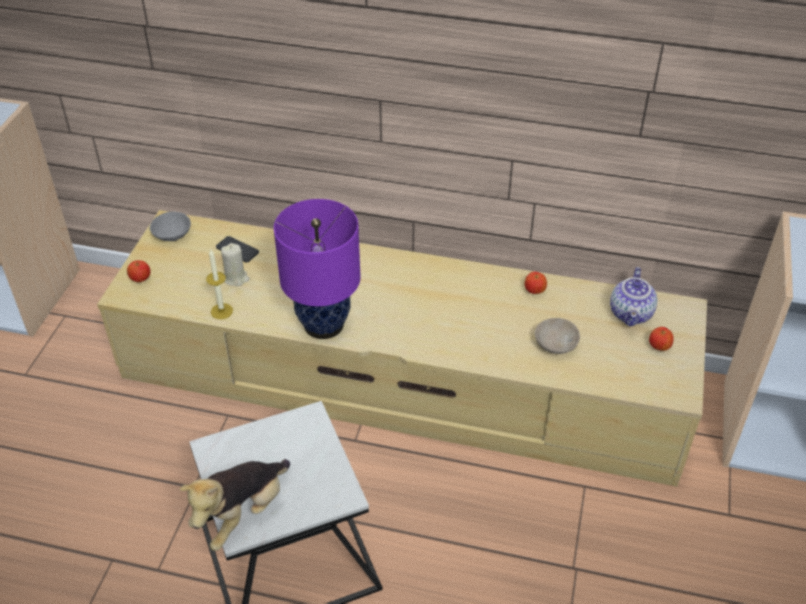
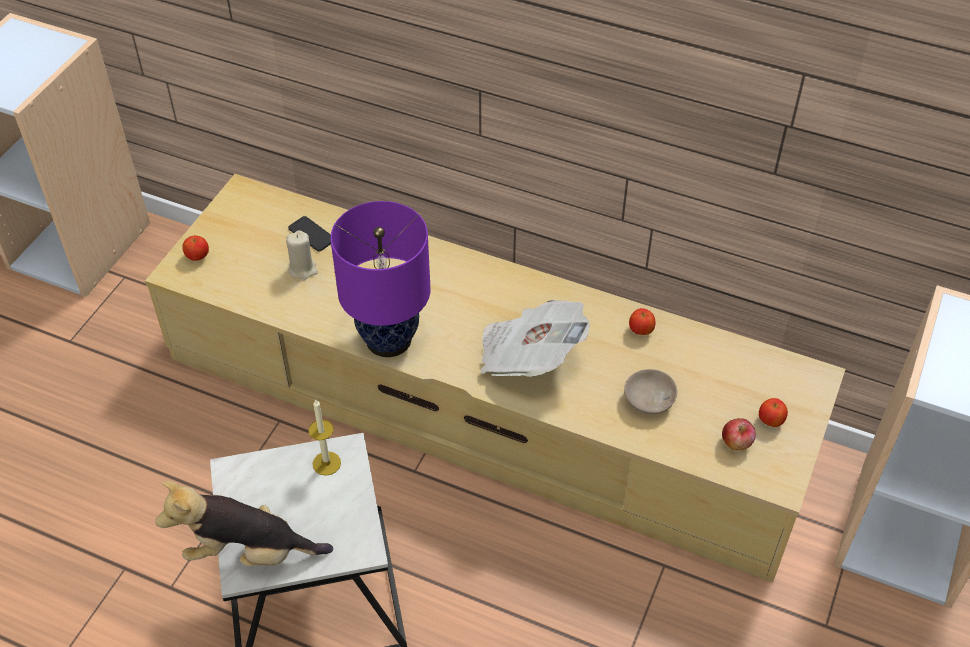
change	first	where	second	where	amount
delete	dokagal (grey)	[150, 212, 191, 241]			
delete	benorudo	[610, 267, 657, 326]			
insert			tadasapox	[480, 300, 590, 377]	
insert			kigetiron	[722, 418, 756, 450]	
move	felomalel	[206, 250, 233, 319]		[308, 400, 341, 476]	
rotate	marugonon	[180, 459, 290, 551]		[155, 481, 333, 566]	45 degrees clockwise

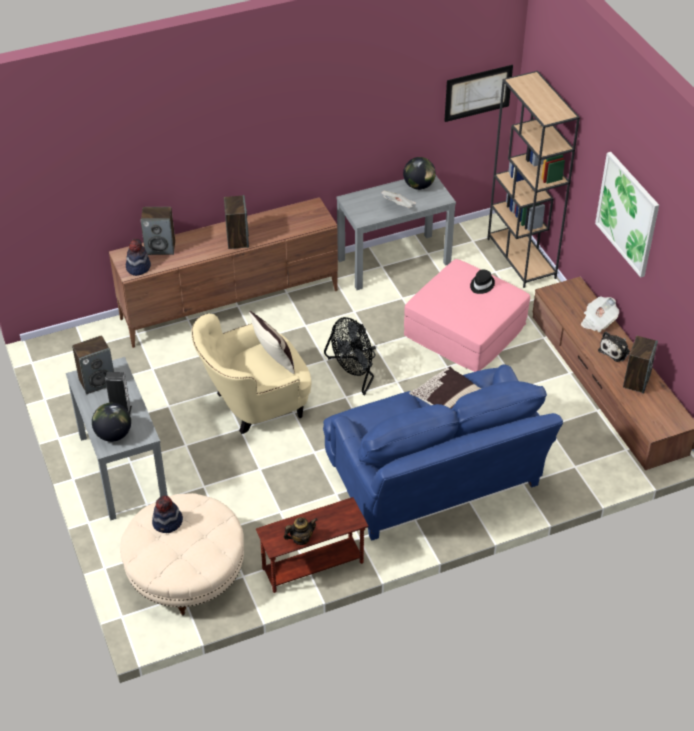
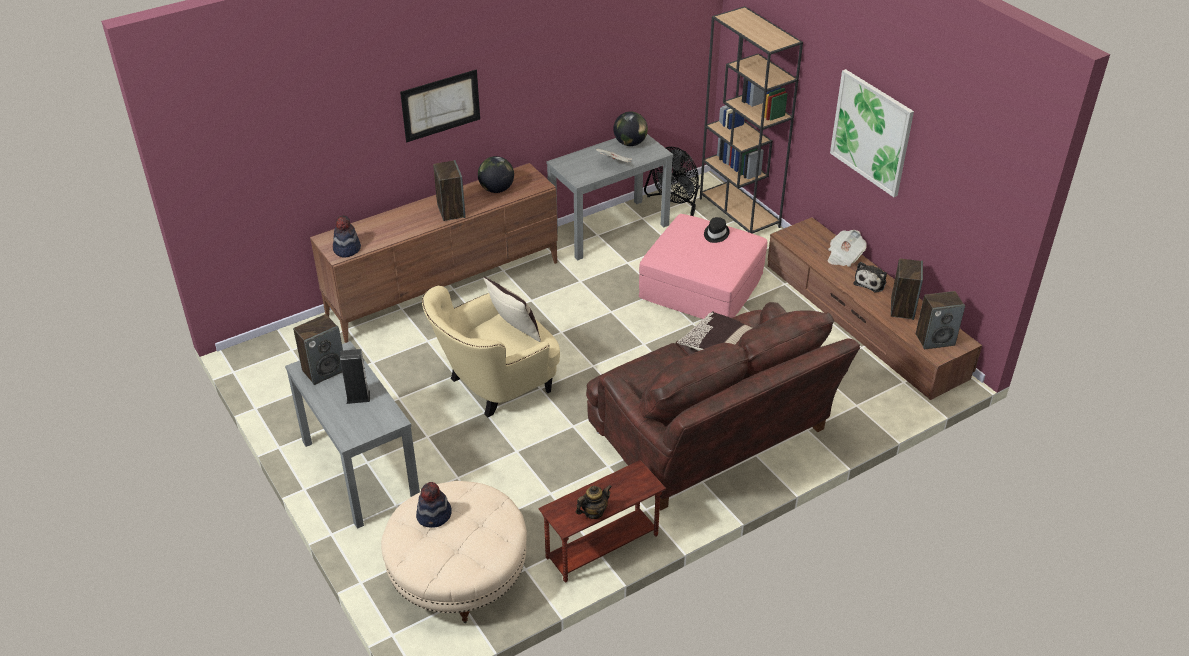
change	first	where	second	where	amount
move	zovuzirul	[92, 403, 131, 442]		[478, 156, 514, 193]	
move	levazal	[141, 207, 175, 255]		[916, 291, 965, 349]	
move	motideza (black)	[324, 317, 376, 395]		[644, 147, 700, 216]	
move	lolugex	[444, 65, 513, 122]		[400, 70, 480, 142]	
recolor	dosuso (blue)	[323, 365, 563, 541]	dosuso (brown)	[586, 302, 860, 510]	

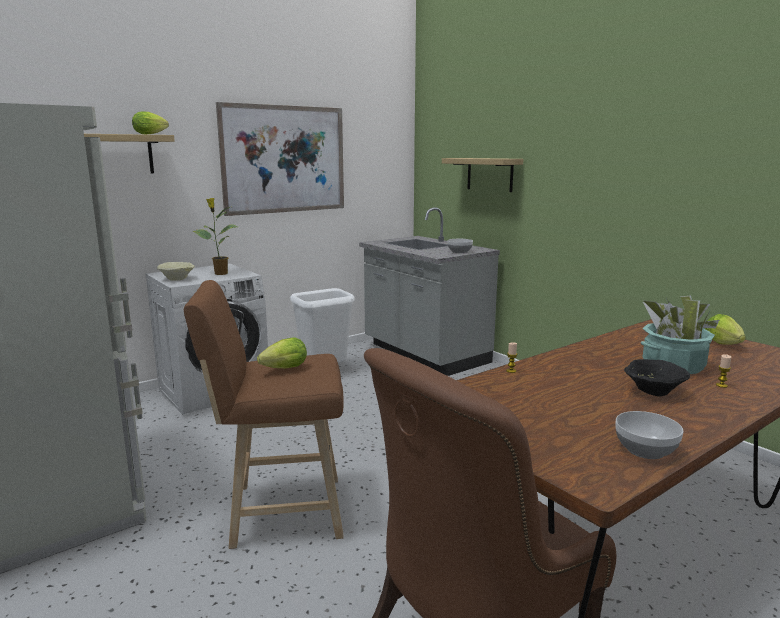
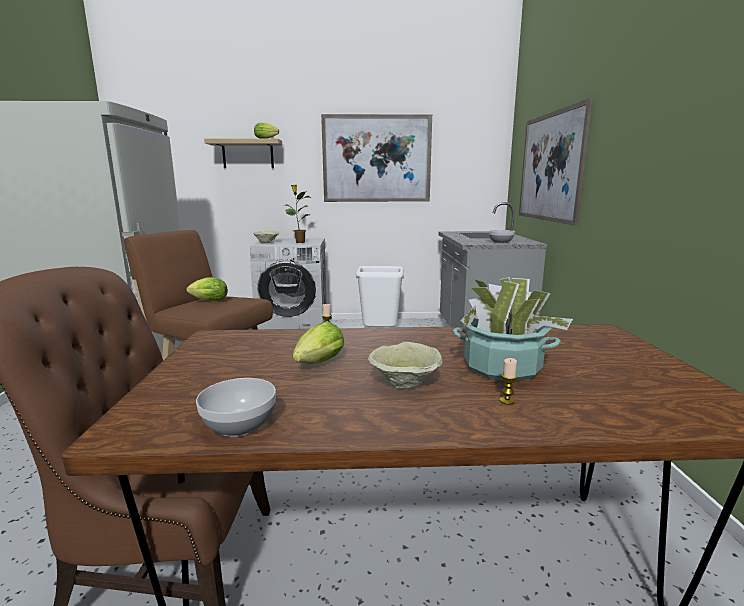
change	first	where	second	where	amount
move	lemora	[705, 314, 746, 344]		[293, 321, 344, 364]	
replace	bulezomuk	[442, 158, 523, 192]	lolugex	[519, 98, 593, 226]	
recolor	dokagal (black)	[624, 359, 690, 397]	dokagal (beige)	[368, 342, 442, 389]	

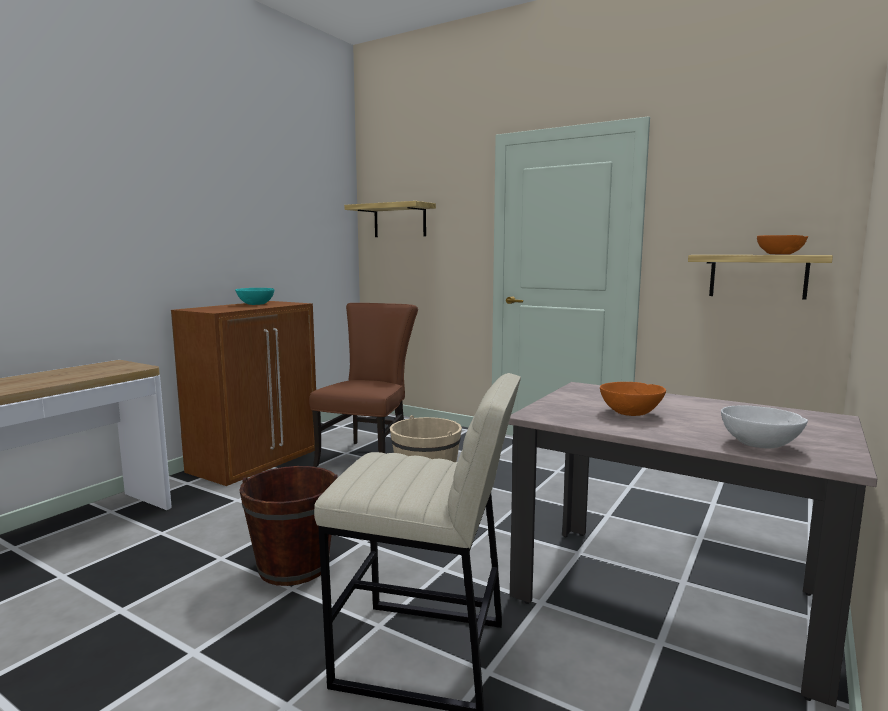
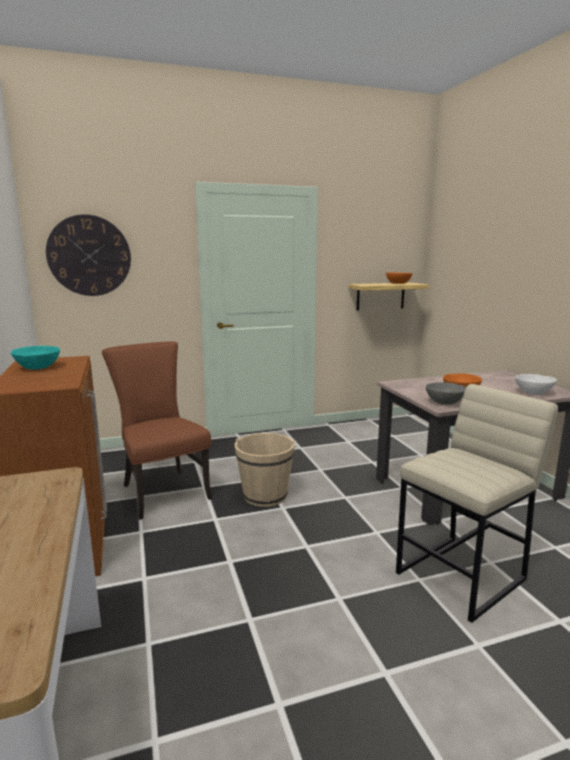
change	first	where	second	where	amount
delete	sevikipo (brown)	[239, 466, 338, 586]			
insert			dokagal (grey)	[426, 382, 466, 405]	
replace	bulezomuk	[344, 201, 436, 237]	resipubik	[46, 214, 131, 296]	

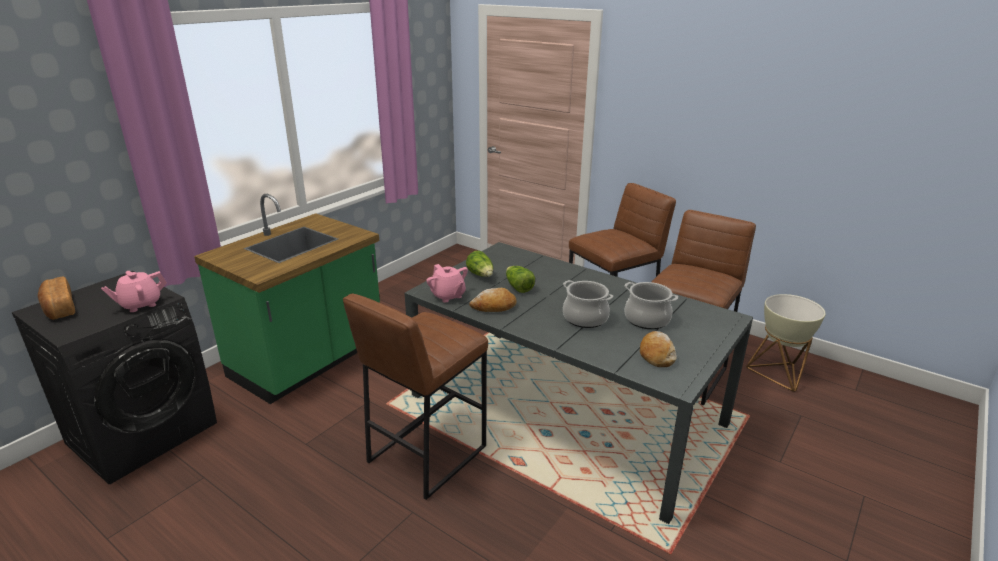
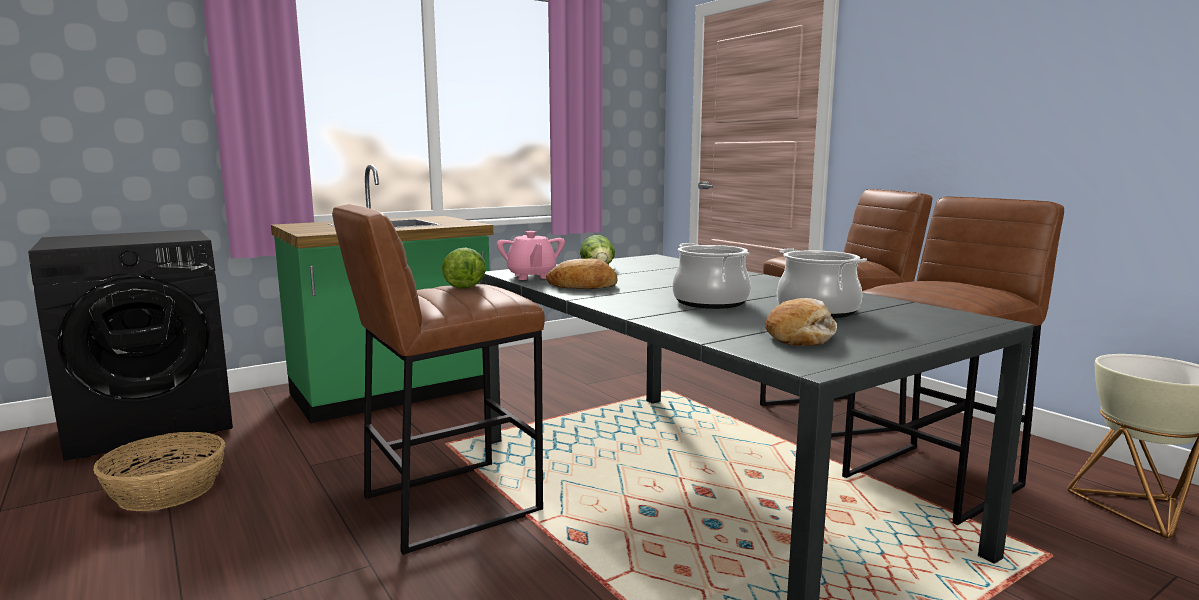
change	first	where	second	where	amount
delete	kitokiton	[38, 276, 75, 320]			
delete	benorudo (pink)	[101, 271, 167, 312]			
insert			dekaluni	[93, 432, 225, 511]	
move	lemora	[506, 266, 535, 293]		[442, 247, 486, 289]	

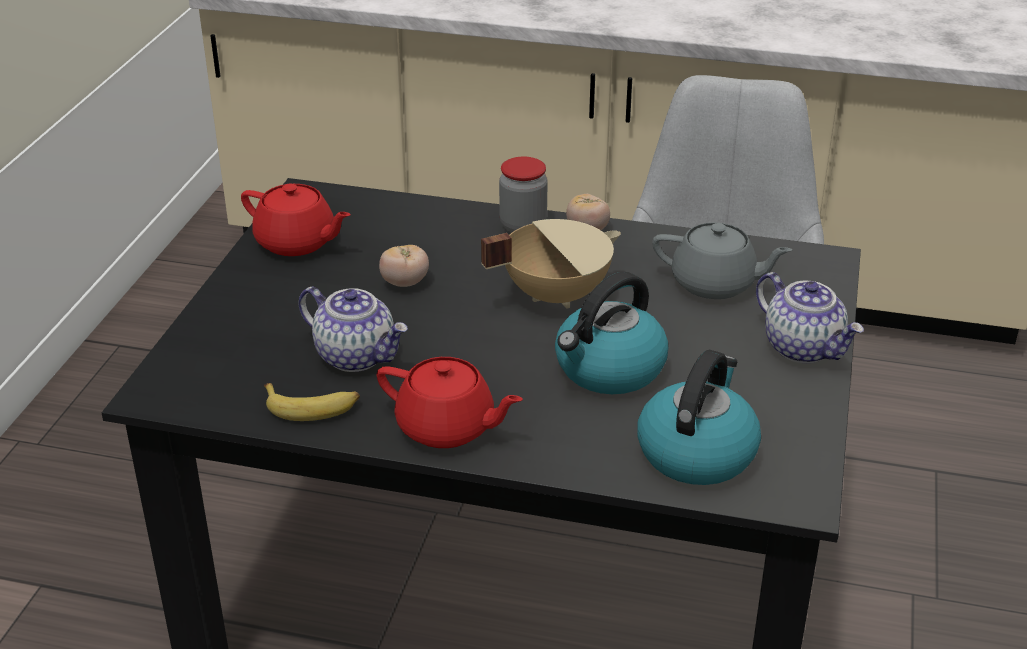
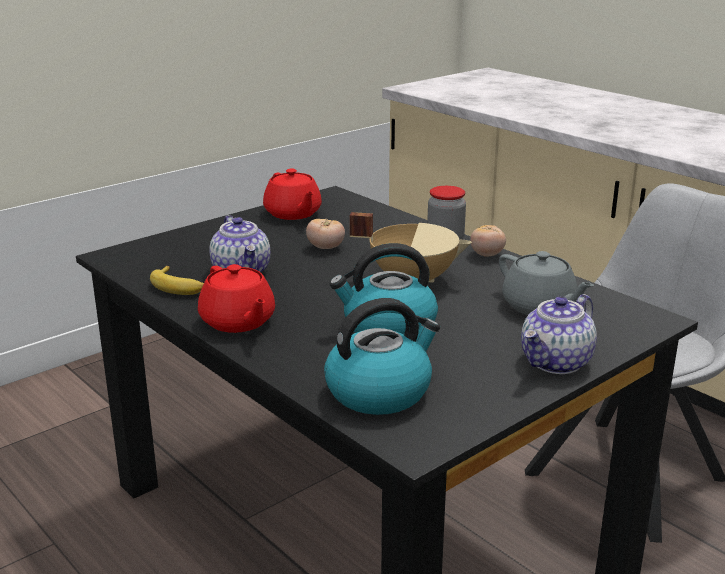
change	first	where	second	where	amount
rotate	benorudo	[756, 272, 864, 363]		[521, 294, 597, 374]	45 degrees clockwise

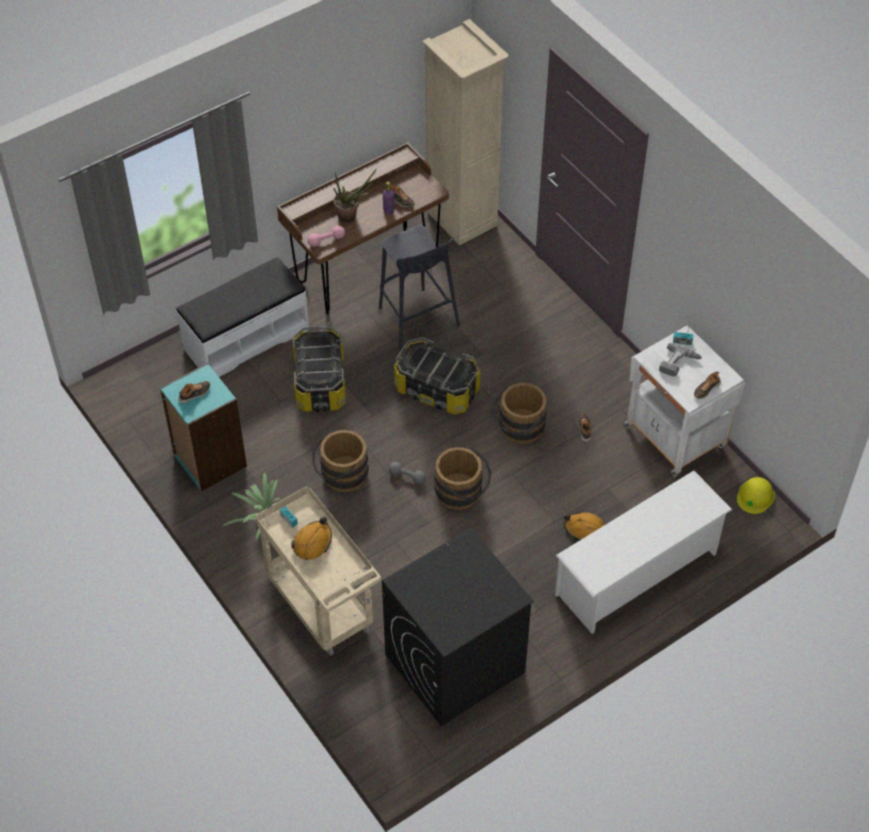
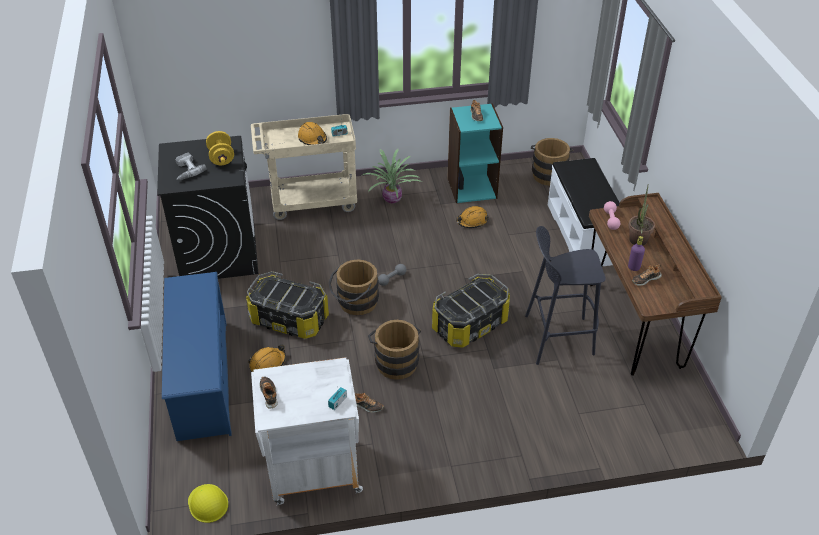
change	first	where	second	where	amount
delete	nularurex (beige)	[422, 19, 509, 245]			
insert			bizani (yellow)	[206, 131, 234, 165]	
insert			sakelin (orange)	[456, 206, 489, 228]	
move	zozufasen	[293, 326, 346, 412]		[246, 271, 329, 339]	
move	sevikipo (brown)	[312, 430, 369, 492]		[531, 138, 573, 186]	
move	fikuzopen	[659, 343, 702, 377]		[176, 153, 207, 180]	
recolor	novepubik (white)	[555, 471, 732, 634]	novepubik (blue)	[162, 272, 232, 441]	

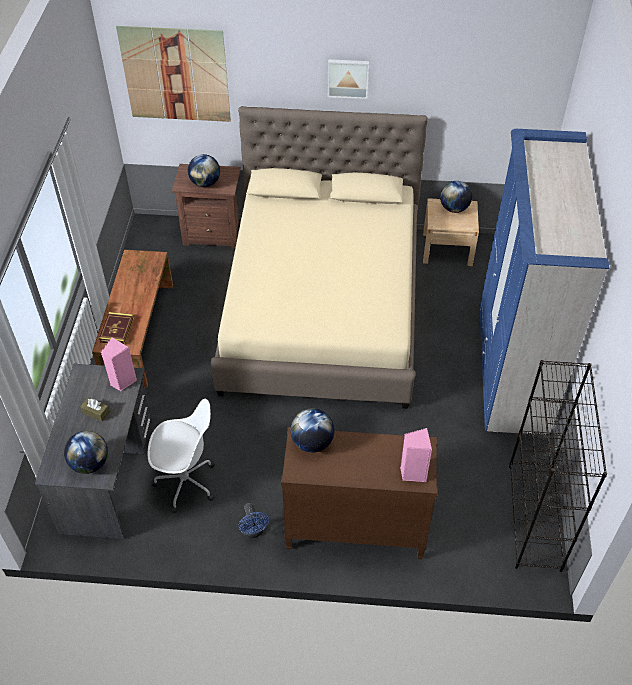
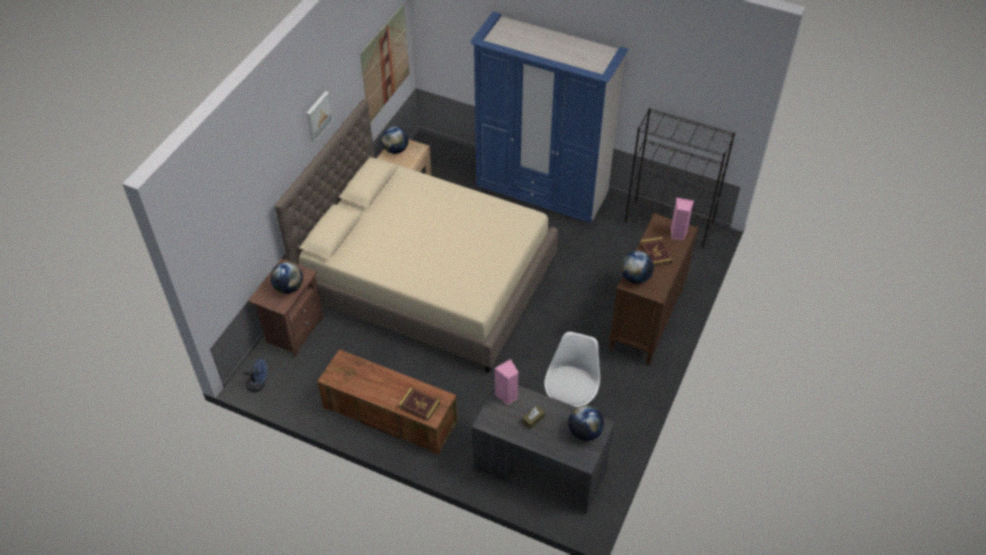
change	first	where	second	where	amount
insert			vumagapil	[641, 237, 673, 267]	
move	lolugex	[116, 26, 231, 122]		[360, 4, 409, 122]	
move	motideza (blue)	[238, 503, 269, 538]		[243, 359, 267, 392]	

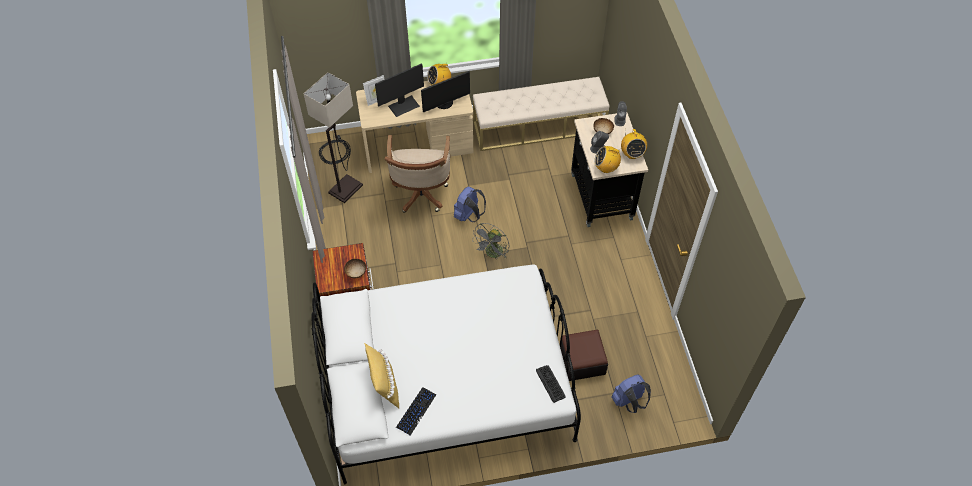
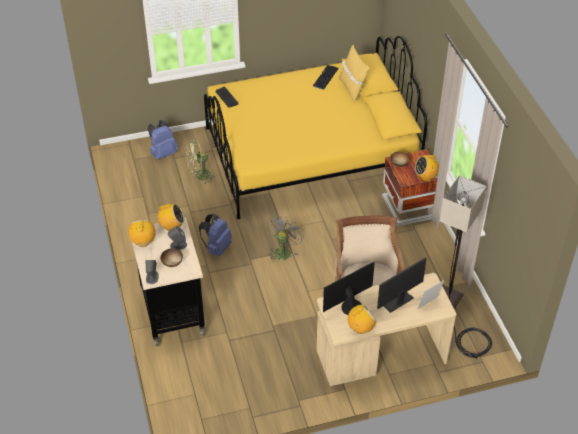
change	first	where	second	where	amount
delete	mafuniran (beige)	[473, 77, 609, 151]			
insert			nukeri	[415, 155, 439, 181]	
move	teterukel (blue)	[454, 186, 486, 222]		[199, 214, 232, 256]	
replace	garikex	[560, 330, 608, 381]	motideza (green)	[186, 140, 217, 184]	
recolor	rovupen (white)	[312, 264, 581, 485]	rovupen (yellow)	[204, 36, 428, 219]	

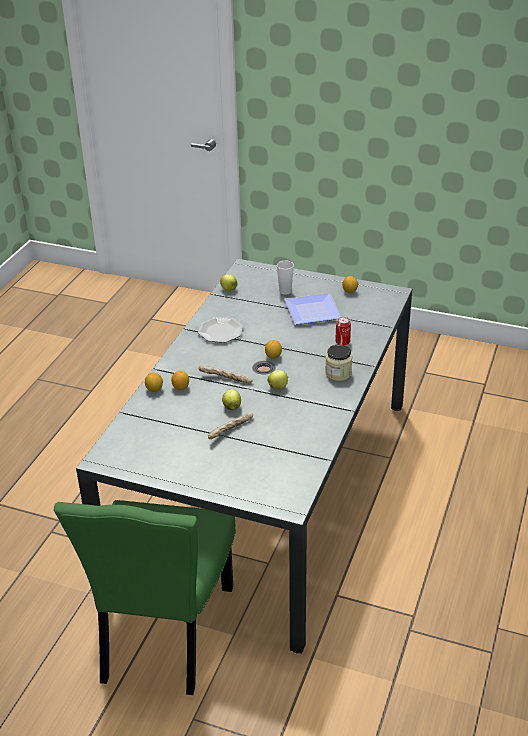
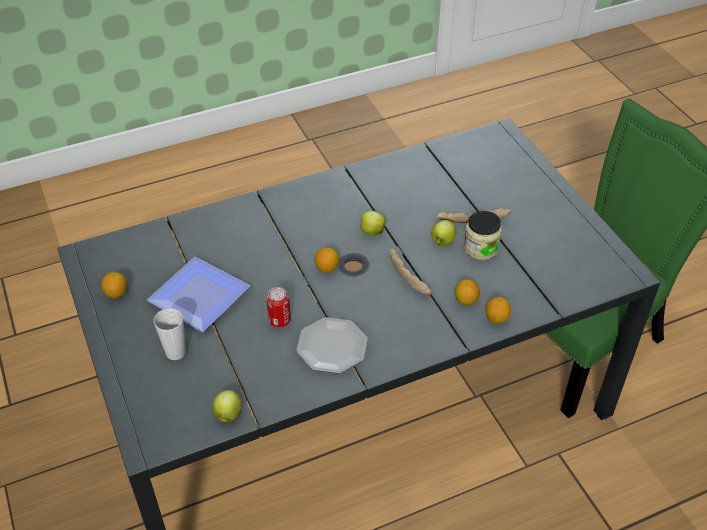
change	first	where	second	where	amount
move	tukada	[325, 344, 352, 381]		[464, 211, 502, 260]	
move	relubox	[335, 317, 351, 345]		[267, 287, 291, 328]	

